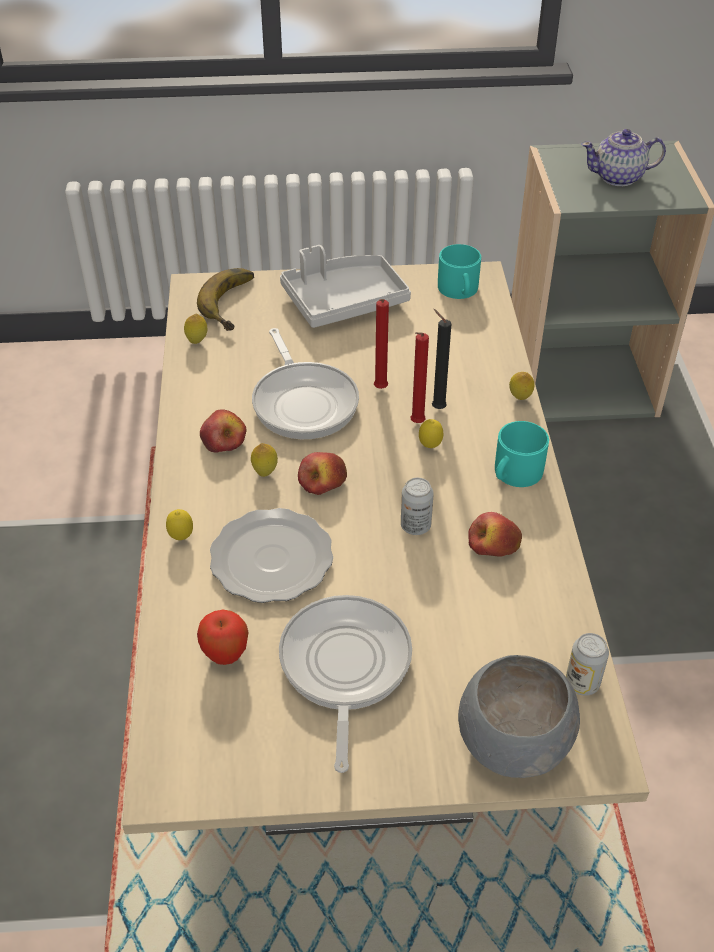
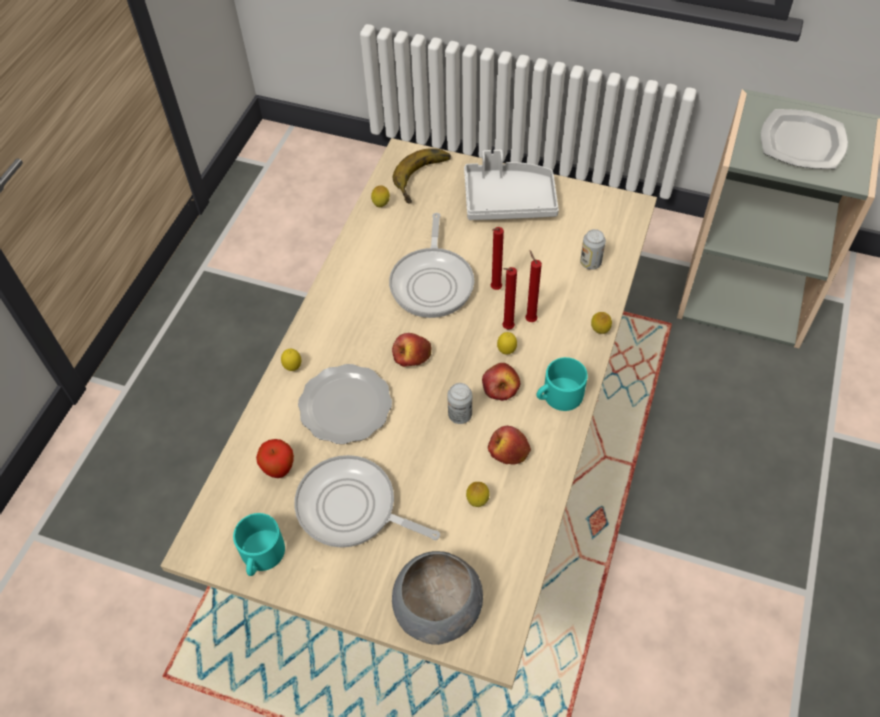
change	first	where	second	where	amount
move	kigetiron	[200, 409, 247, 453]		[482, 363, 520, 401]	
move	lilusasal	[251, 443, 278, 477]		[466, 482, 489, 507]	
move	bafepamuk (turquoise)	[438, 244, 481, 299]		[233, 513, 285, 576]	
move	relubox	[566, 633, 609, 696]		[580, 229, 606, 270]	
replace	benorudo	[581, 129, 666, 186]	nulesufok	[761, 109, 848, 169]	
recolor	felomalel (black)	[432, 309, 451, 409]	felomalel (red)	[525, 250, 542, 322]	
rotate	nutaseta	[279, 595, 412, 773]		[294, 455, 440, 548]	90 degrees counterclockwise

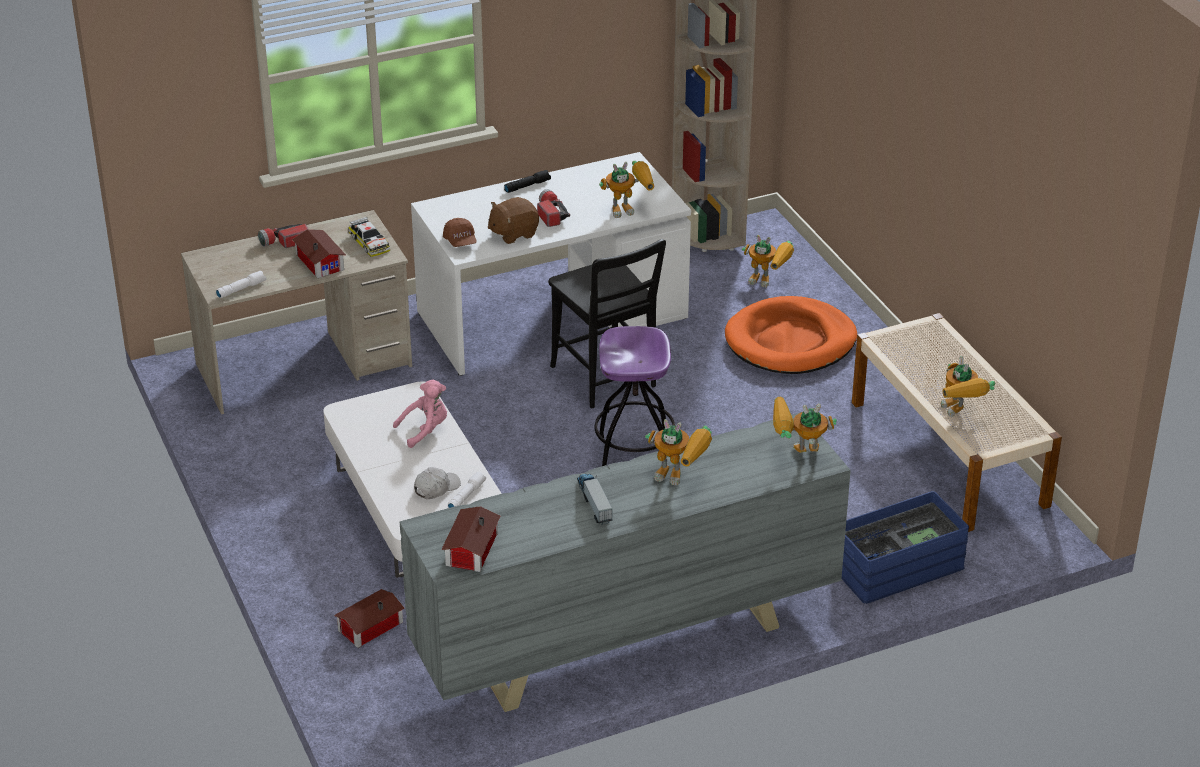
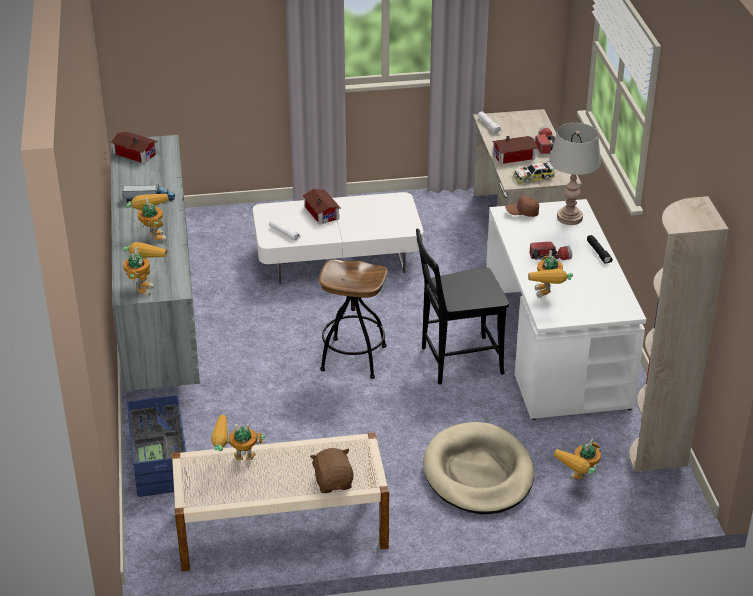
change	first	where	second	where	amount
delete	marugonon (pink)	[393, 380, 447, 448]			
delete	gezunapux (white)	[414, 467, 461, 499]			
insert			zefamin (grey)	[549, 123, 601, 225]	
move	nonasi	[334, 589, 404, 648]		[302, 189, 341, 224]	
move	marugonon (brown)	[488, 197, 539, 244]		[310, 448, 354, 493]	
recolor	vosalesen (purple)	[594, 326, 675, 466]	vosalesen (brown)	[319, 260, 388, 379]	
recolor	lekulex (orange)	[725, 296, 857, 374]	lekulex (beige)	[423, 422, 534, 514]	
rotate	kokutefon	[645, 419, 712, 485]		[126, 194, 169, 242]	120 degrees clockwise

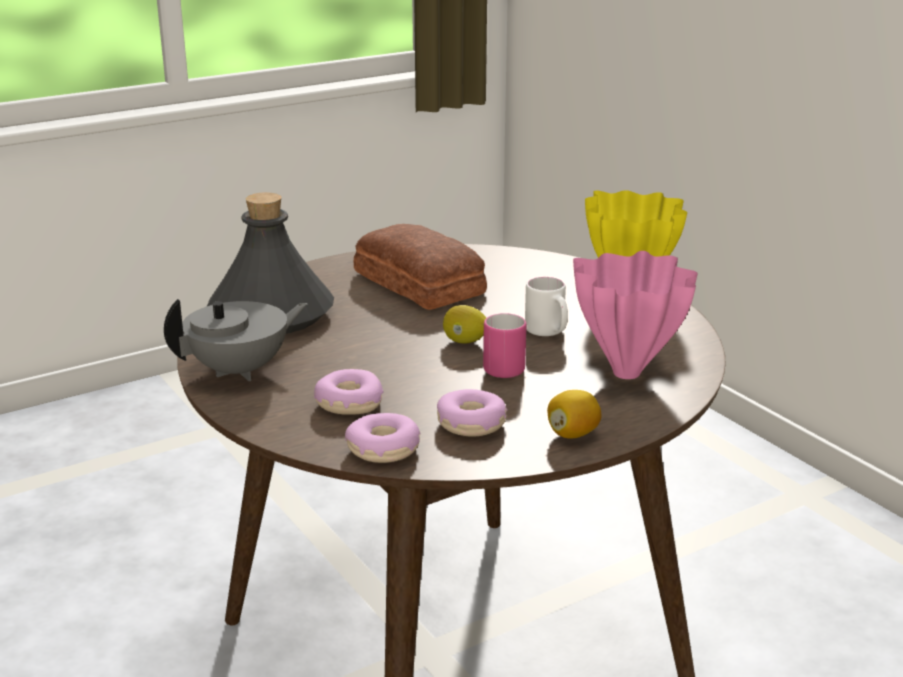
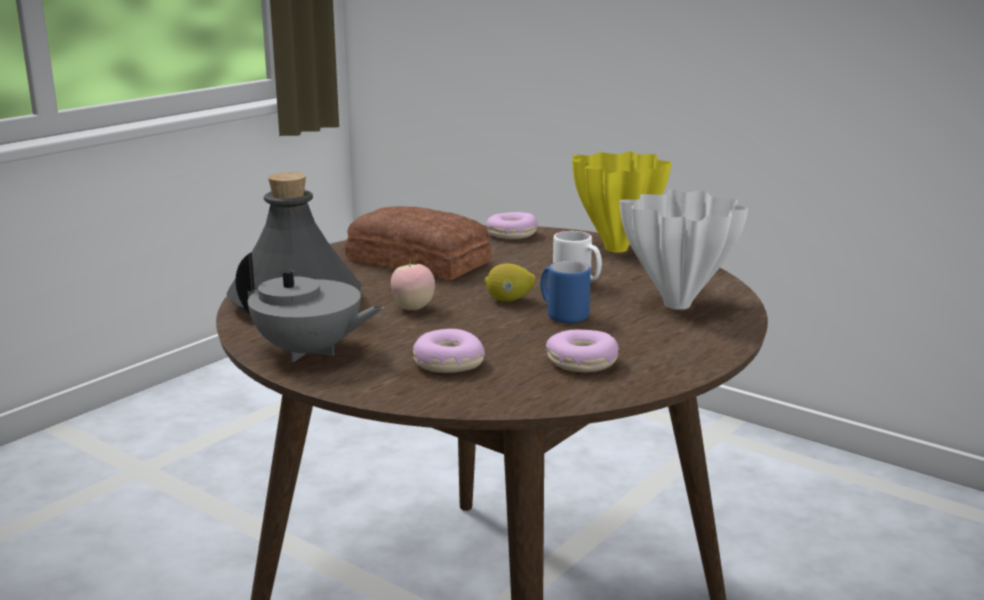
change	first	where	second	where	amount
delete	lilusasal	[547, 390, 602, 439]			
insert			kigetiron	[391, 258, 435, 310]	
move	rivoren	[345, 413, 421, 463]		[486, 212, 538, 239]	
recolor	bafepamuk (pink)	[483, 313, 527, 378]	bafepamuk (blue)	[541, 261, 591, 323]	
recolor	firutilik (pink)	[573, 251, 698, 379]	firutilik (white)	[619, 190, 749, 310]	
rotate	benorudo (grey)	[164, 299, 307, 381]		[235, 252, 384, 363]	75 degrees clockwise

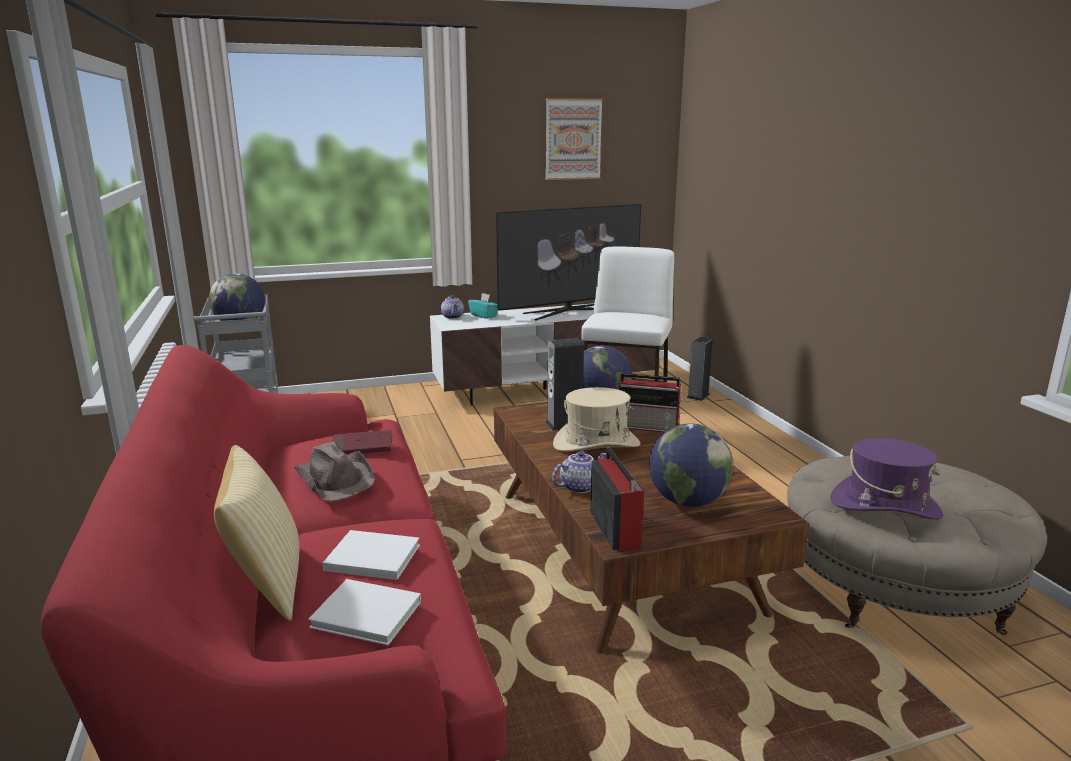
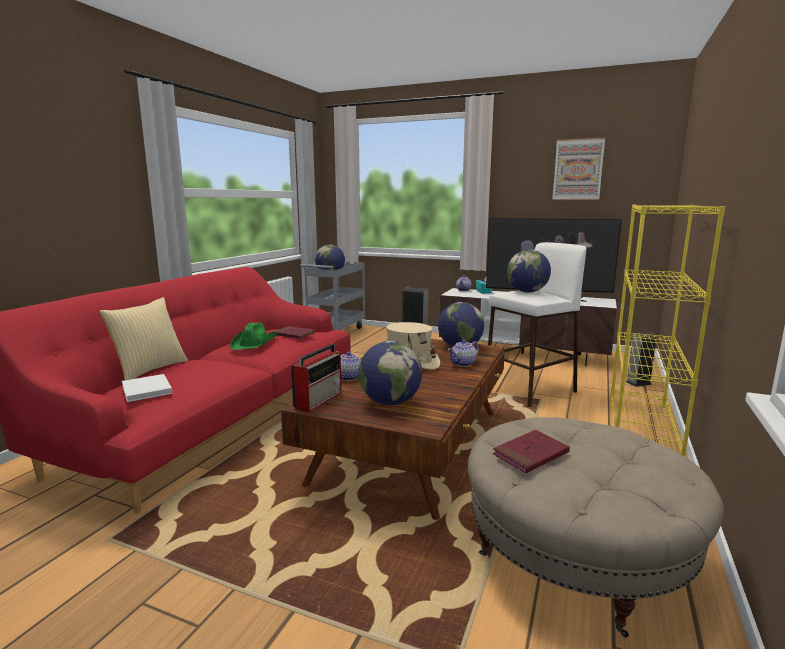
change	first	where	second	where	amount
delete	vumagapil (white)	[323, 530, 420, 580]			
insert			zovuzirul	[507, 250, 551, 293]	
insert			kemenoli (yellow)	[610, 204, 725, 457]	
replace	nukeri	[619, 373, 683, 433]	benorudo	[448, 339, 479, 367]	
replace	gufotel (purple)	[830, 438, 943, 519]	vumagapil (red)	[493, 430, 570, 473]	
recolor	gufotel (brown)	[294, 442, 375, 502]	gufotel (green)	[230, 323, 278, 350]	

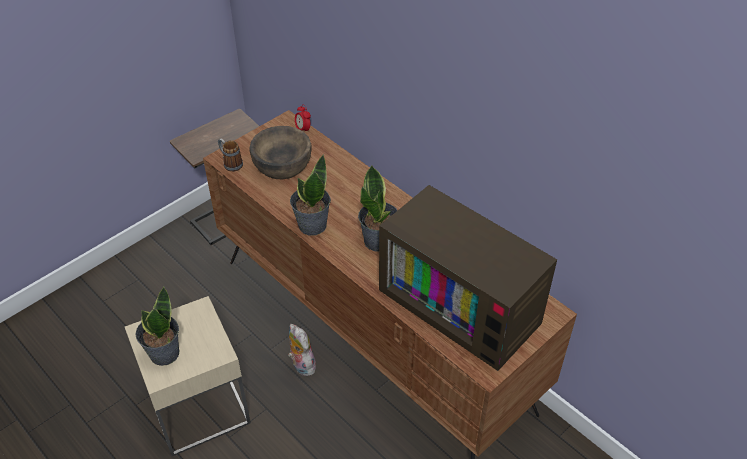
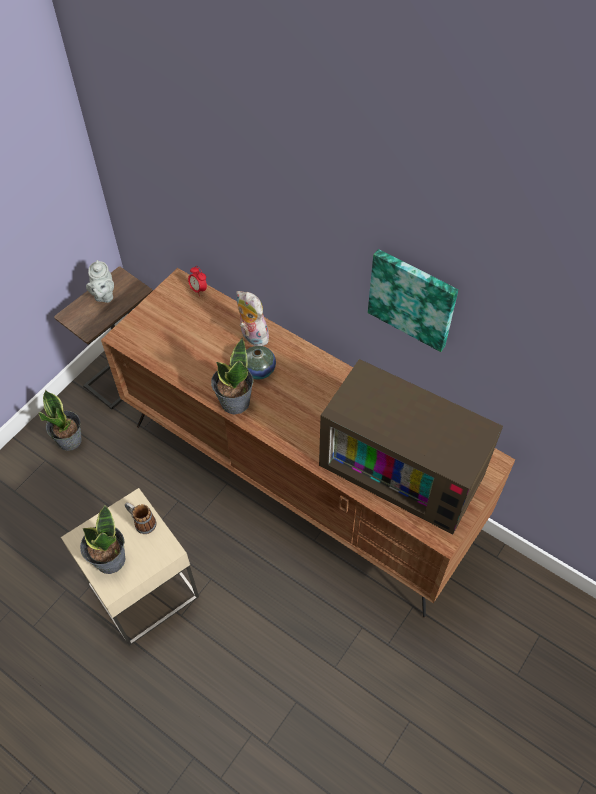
change	first	where	second	where	amount
delete	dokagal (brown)	[249, 126, 312, 179]			
insert			benorudo (grey)	[86, 260, 114, 303]	
insert			firutilik	[246, 346, 276, 380]	
insert			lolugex	[368, 249, 458, 352]	
move	bafepamuk	[218, 138, 243, 172]		[125, 502, 156, 534]	
move	marugonon	[288, 324, 318, 376]		[236, 291, 269, 346]	
move	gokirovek	[358, 165, 398, 251]		[39, 390, 82, 451]	

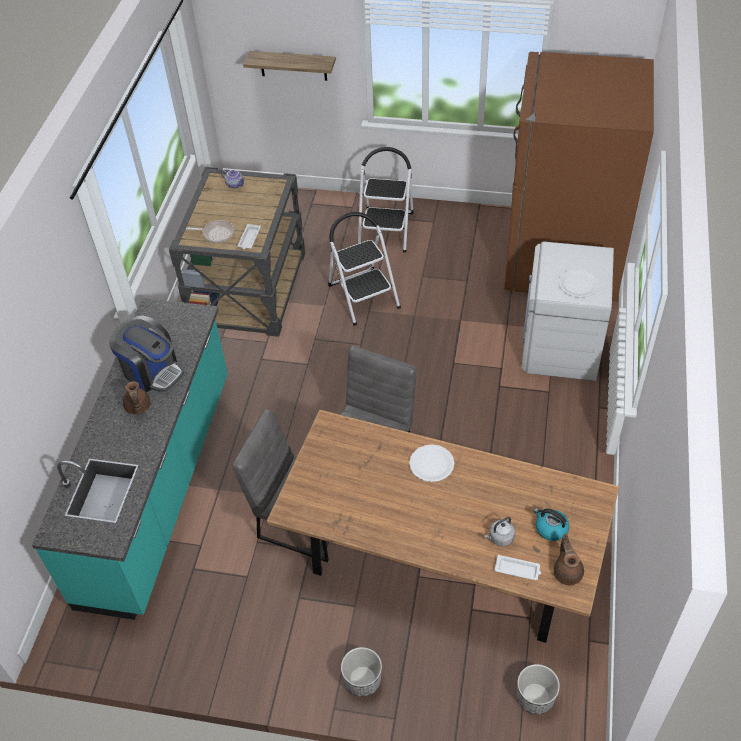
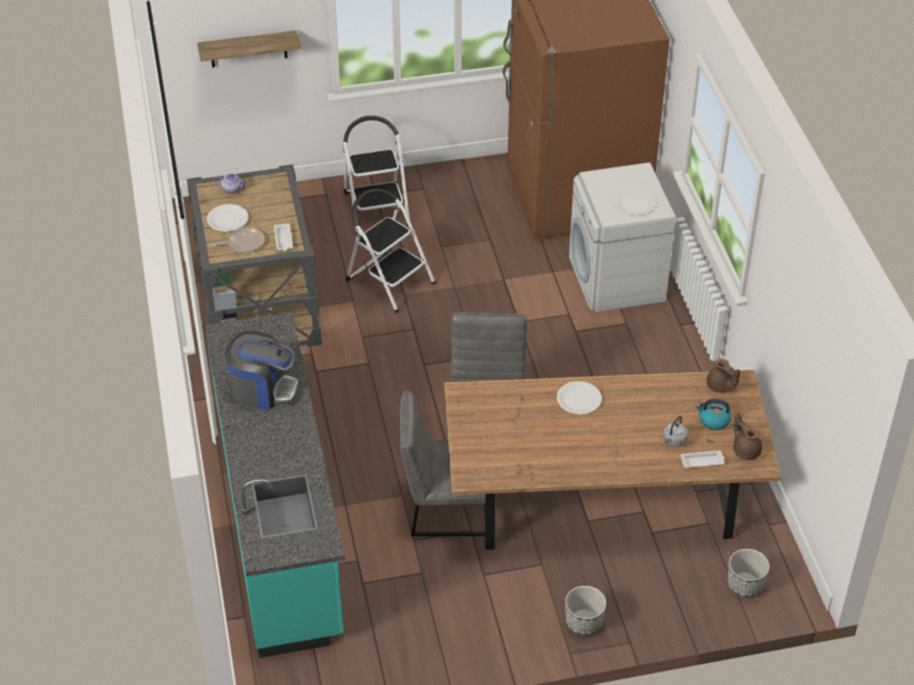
change	first	where	second	where	amount
insert			nulesufok (white)	[207, 204, 248, 232]	
move	benorudo (brown)	[123, 381, 151, 415]		[707, 359, 740, 393]	

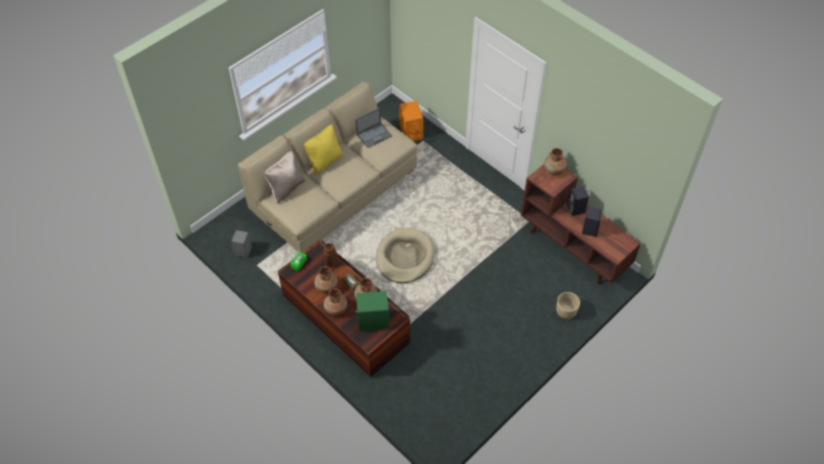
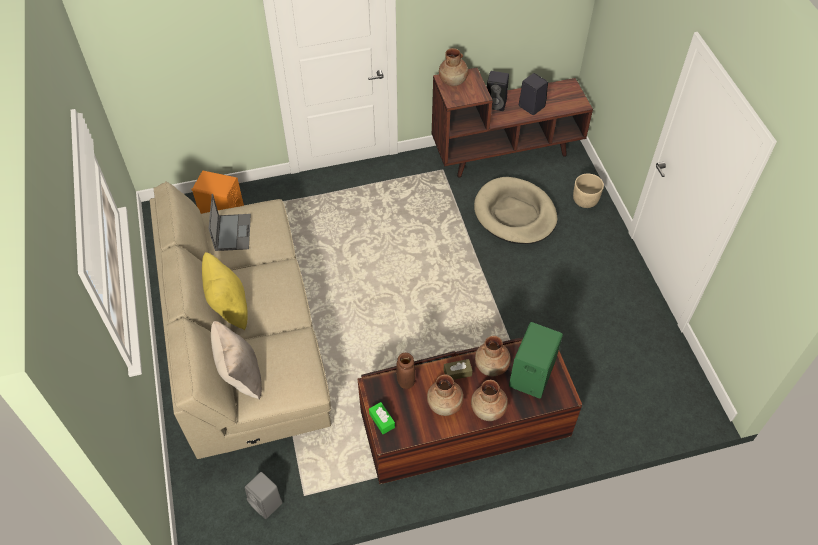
change	first	where	second	where	amount
move	lekulex (beige)	[376, 228, 435, 283]		[474, 177, 558, 244]	

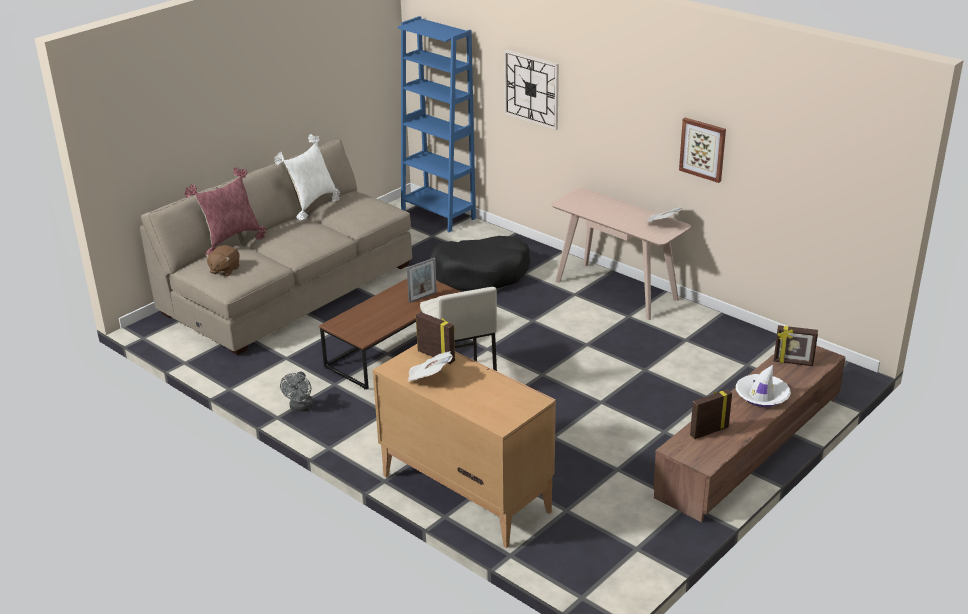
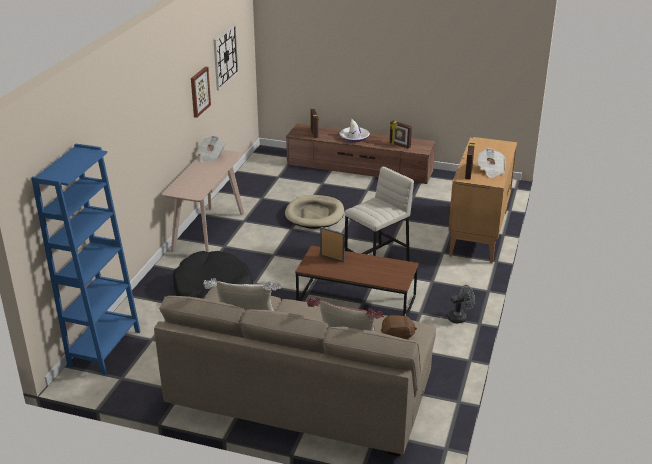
change	first	where	second	where	amount
insert			lekulex (beige)	[285, 195, 344, 229]	
move	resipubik	[504, 49, 559, 130]		[213, 24, 239, 90]	

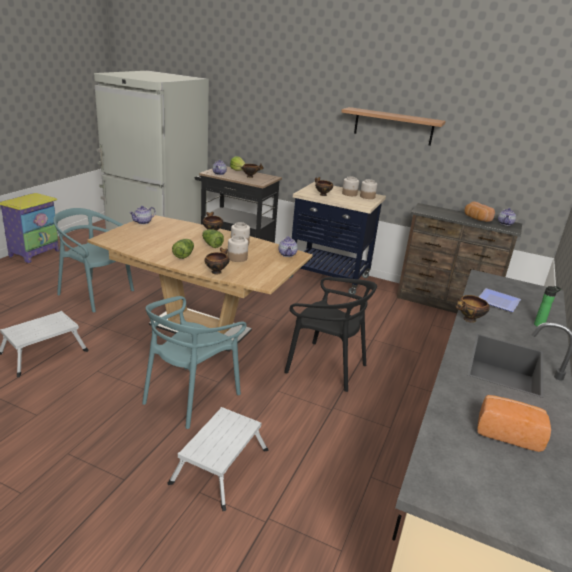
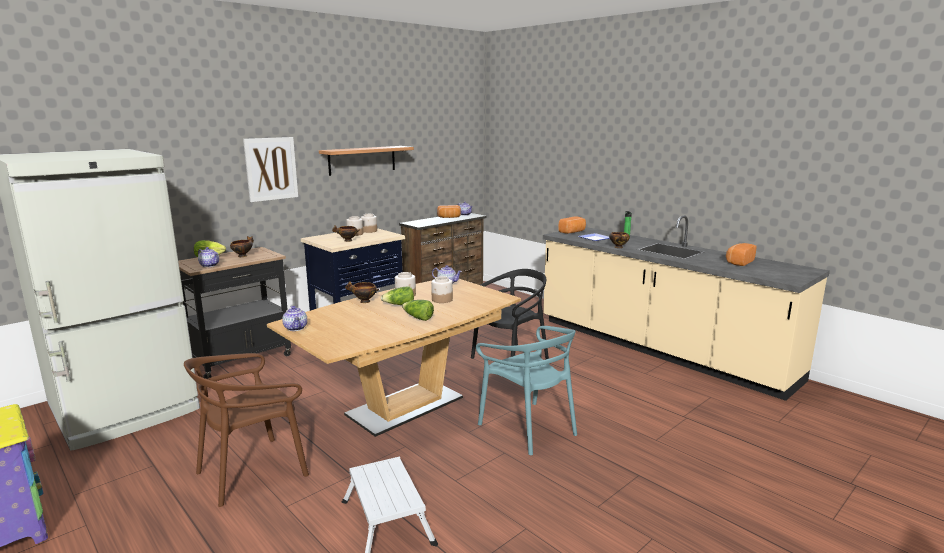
change	first	where	second	where	amount
delete	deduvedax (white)	[168, 407, 269, 511]			
delete	dokagal	[205, 248, 229, 274]			
insert			lolugex	[243, 137, 298, 202]	
insert			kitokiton	[559, 216, 586, 234]	
recolor	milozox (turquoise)	[54, 208, 134, 313]	milozox (brown)	[184, 353, 309, 507]	

